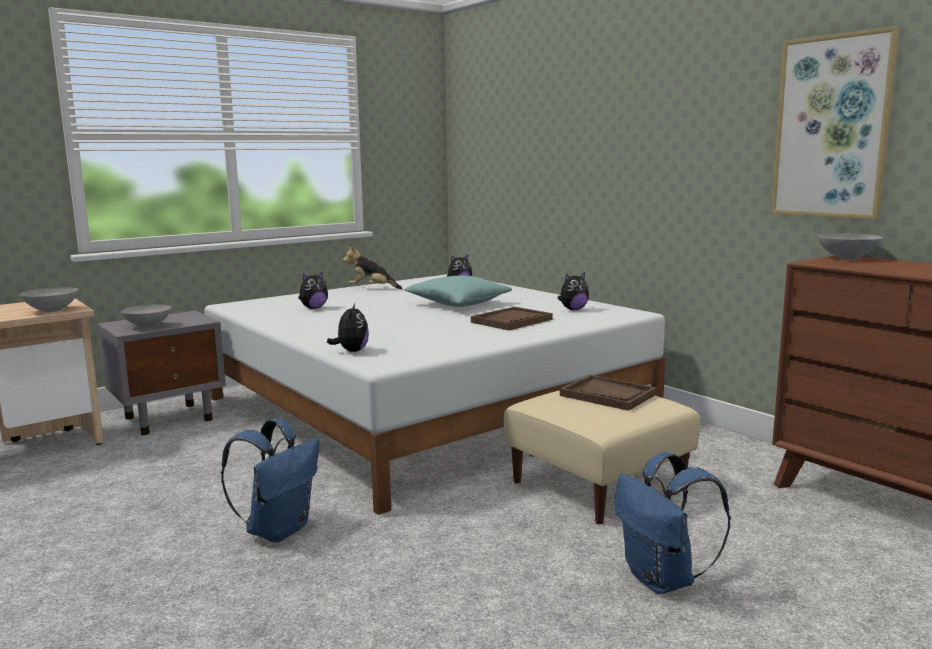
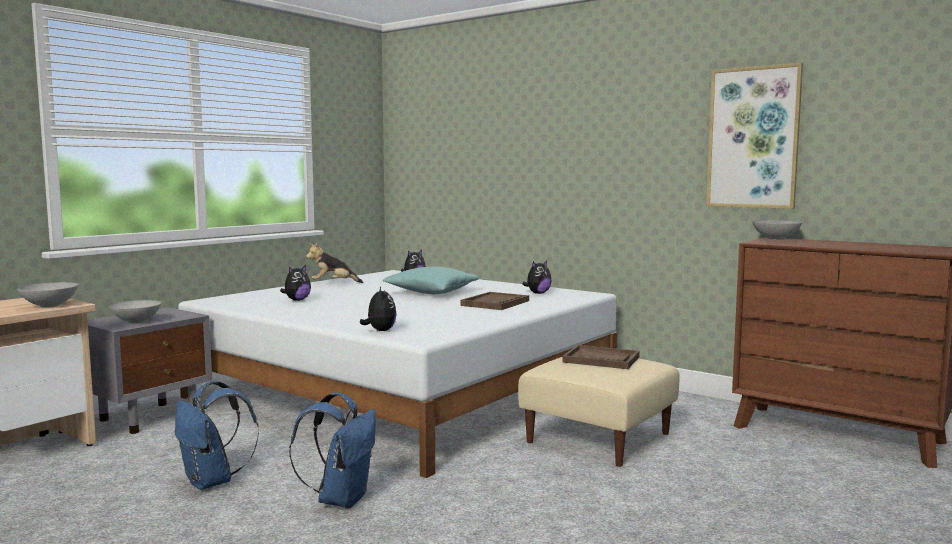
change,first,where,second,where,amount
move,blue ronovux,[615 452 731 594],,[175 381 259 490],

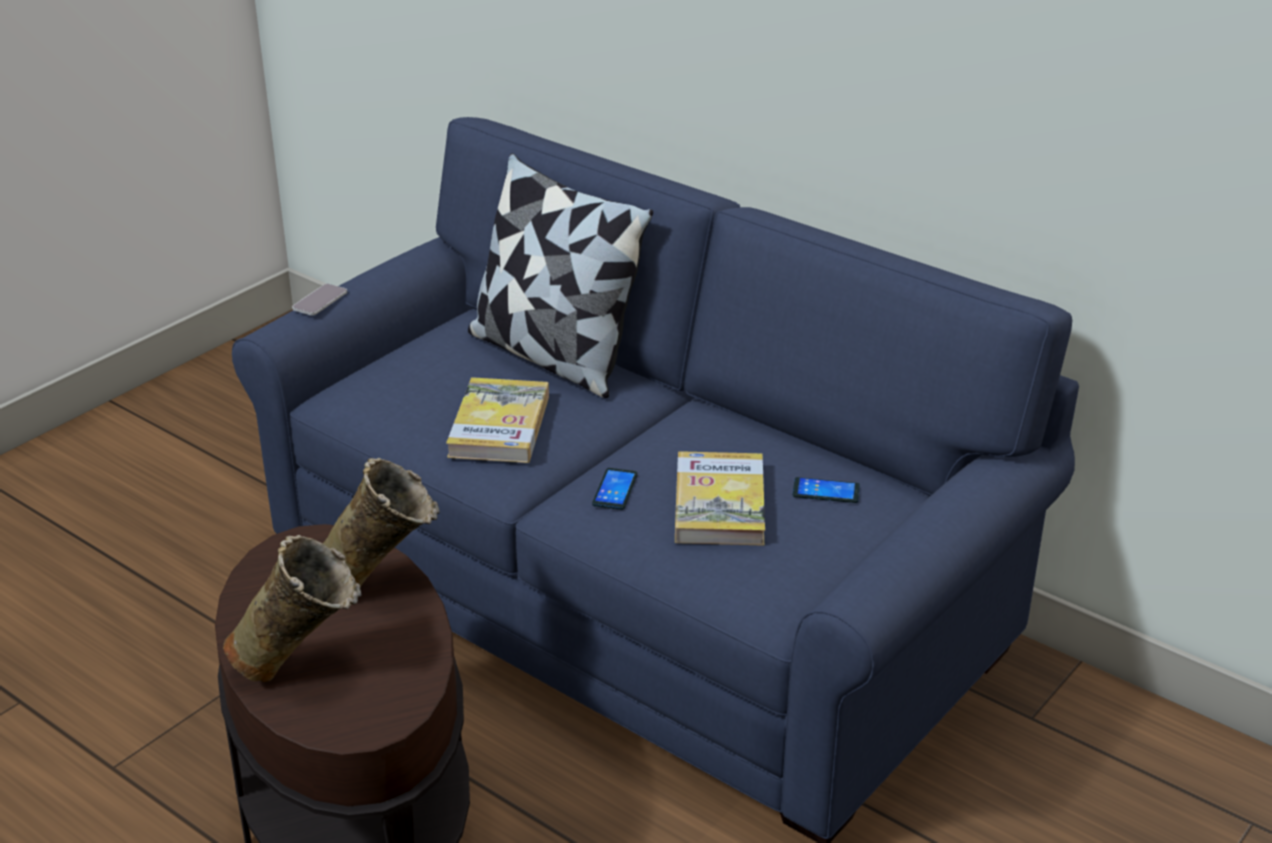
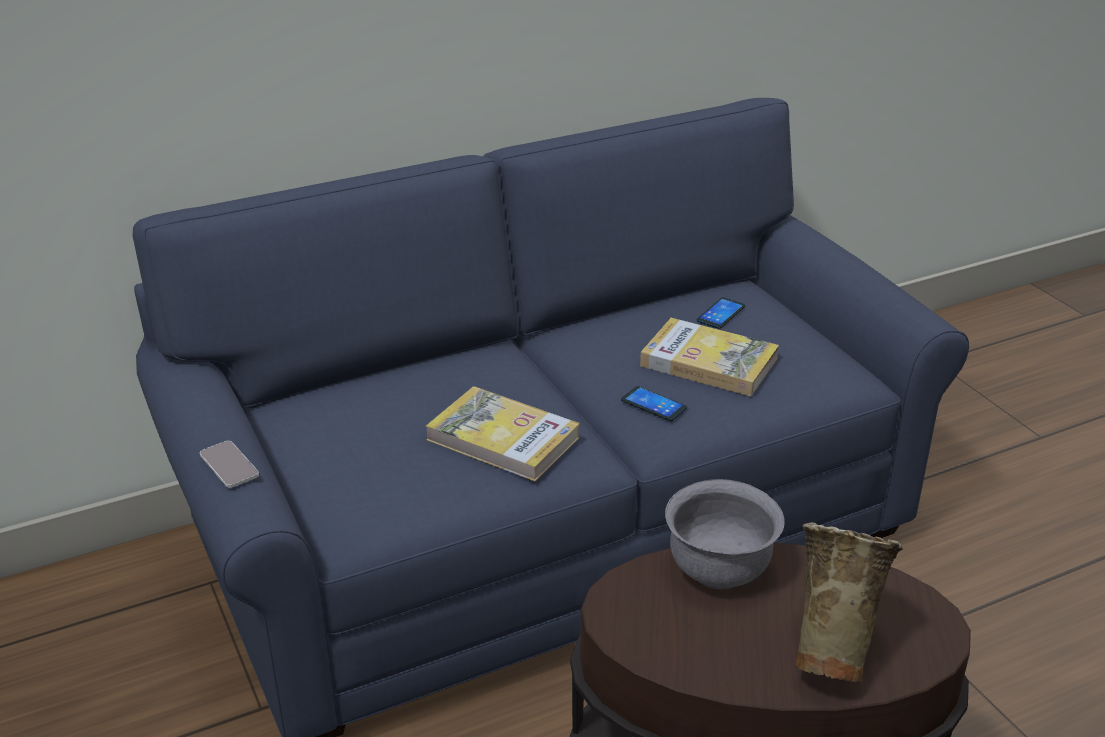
change,first,where,second,where,amount
delete,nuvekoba,[468 153 653 398],,,
replace,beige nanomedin,[323 458 440 587],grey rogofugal,[665 479 785 589],

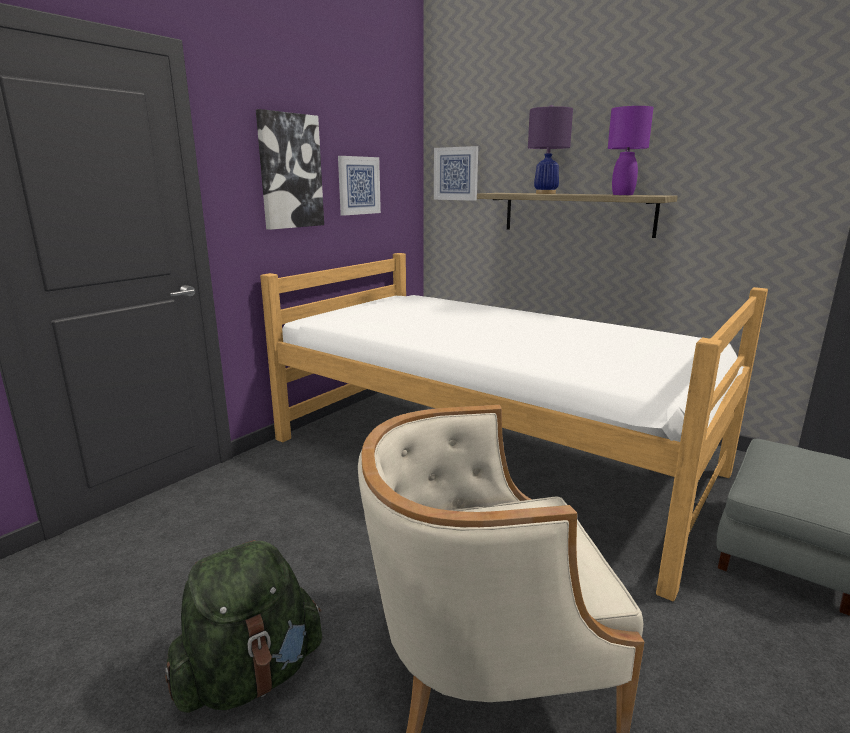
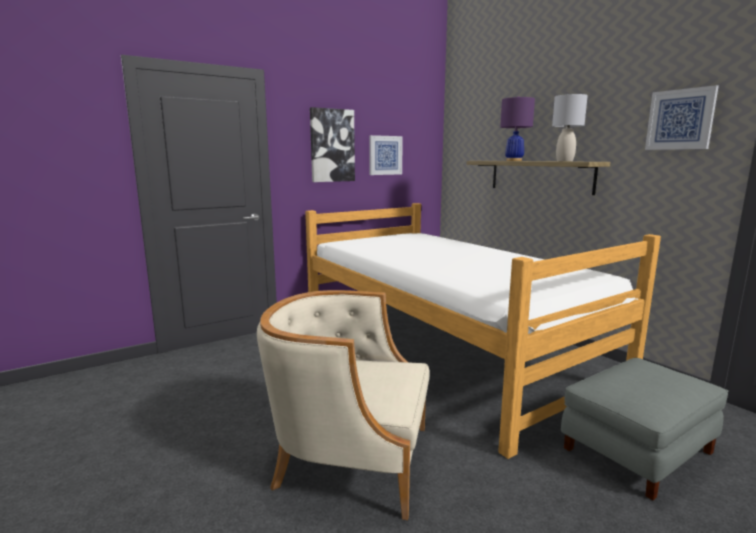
change,first,where,second,where,amount
delete,green ronovux,[165 540 322 713],,,
move,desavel,[434 146 478 201],,[645 85 719 150],
recolor,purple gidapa,[608 106 654 195],grey gidapa,[552 94 588 161],

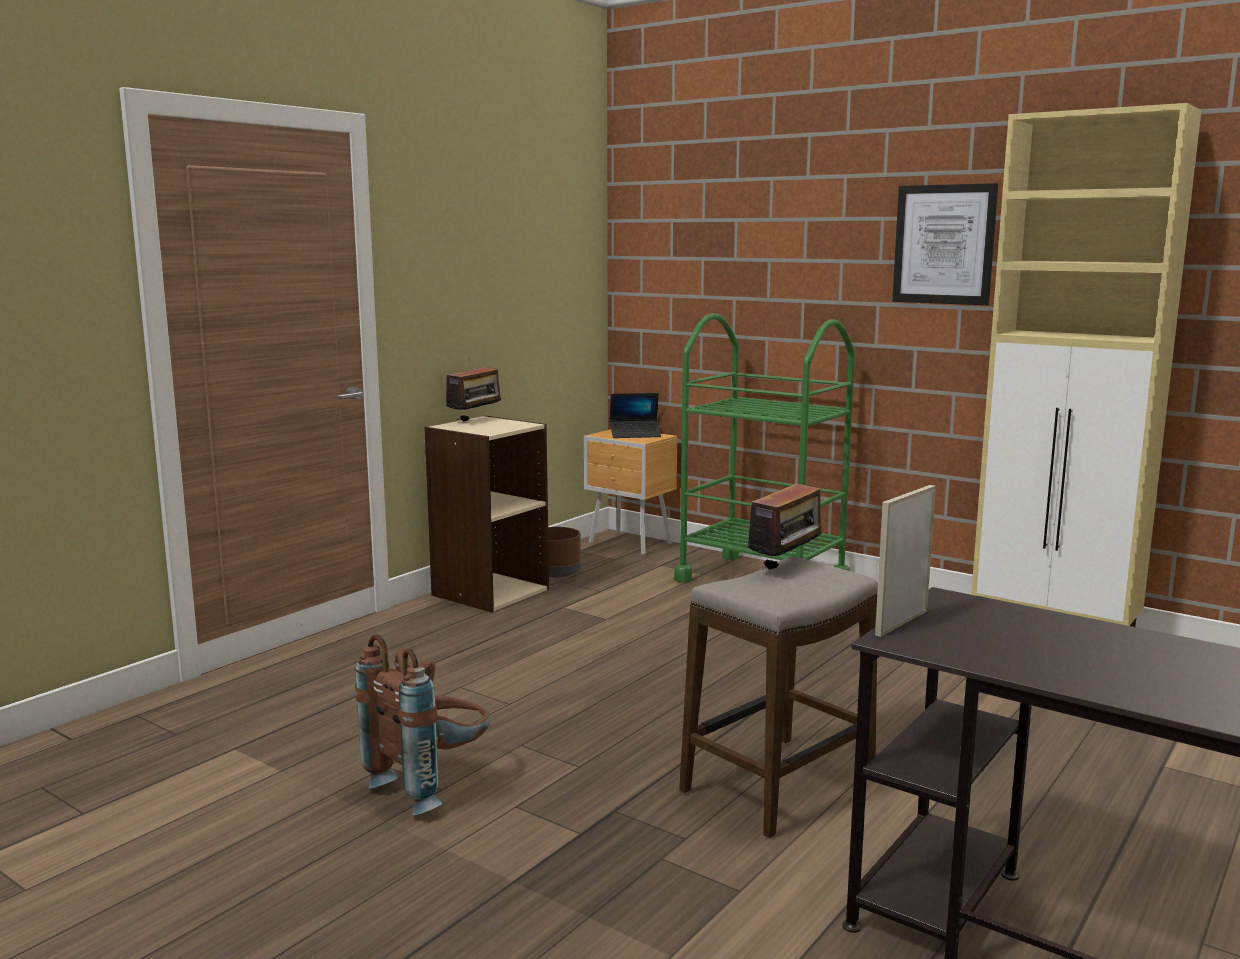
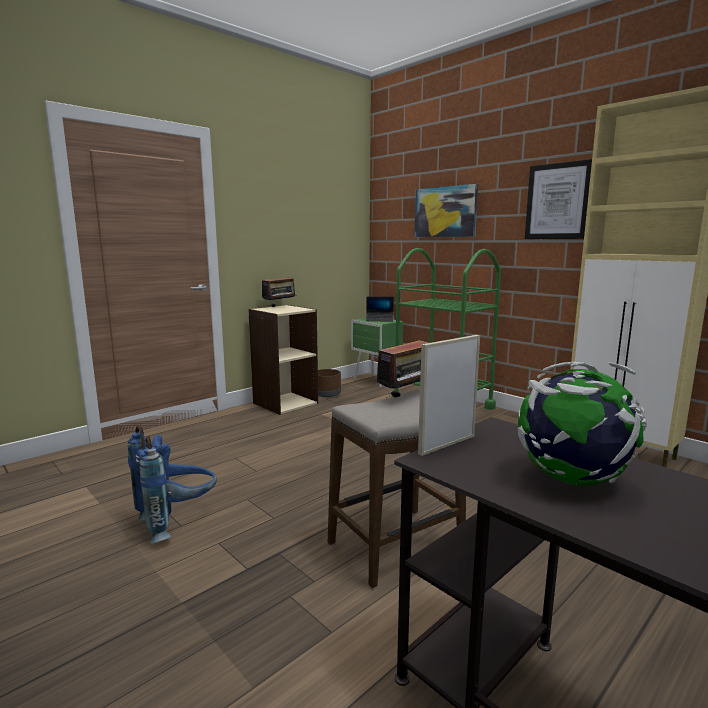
change,first,where,second,where,amount
insert,,,desavel,[414 184 478 237],
insert,,,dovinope,[517 362 647 486],
recolor,brown ronovux,[355 635 490 816],blue ronovux,[128 425 217 544],
recolor,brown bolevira,[584 429 677 555],green bolevira,[351 318 403 387],

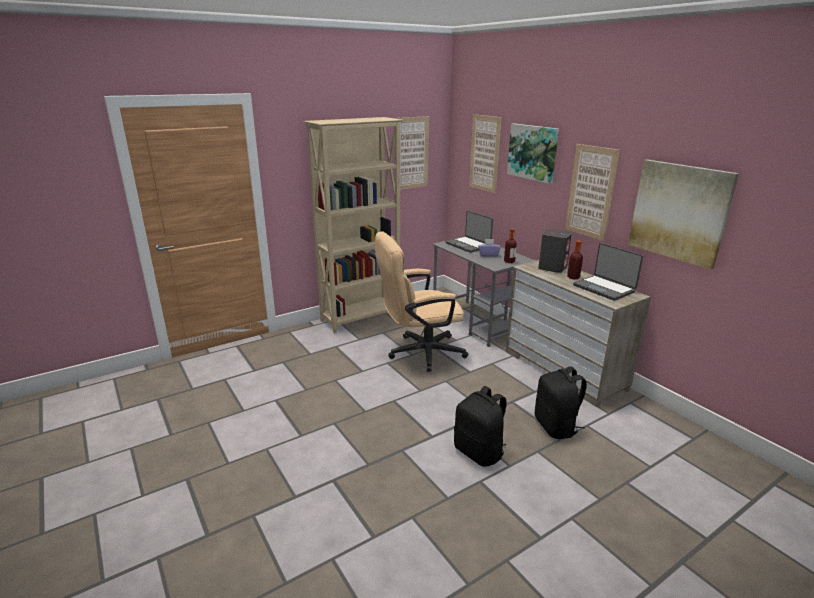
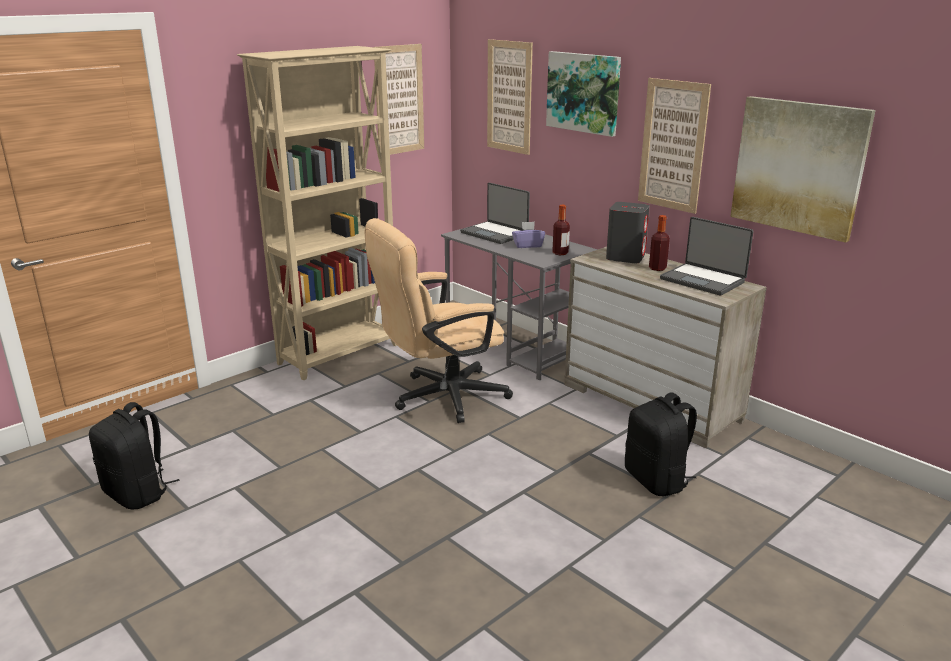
change,first,where,second,where,amount
move,black ronovux,[454 386 507 467],,[89 402 179 509],

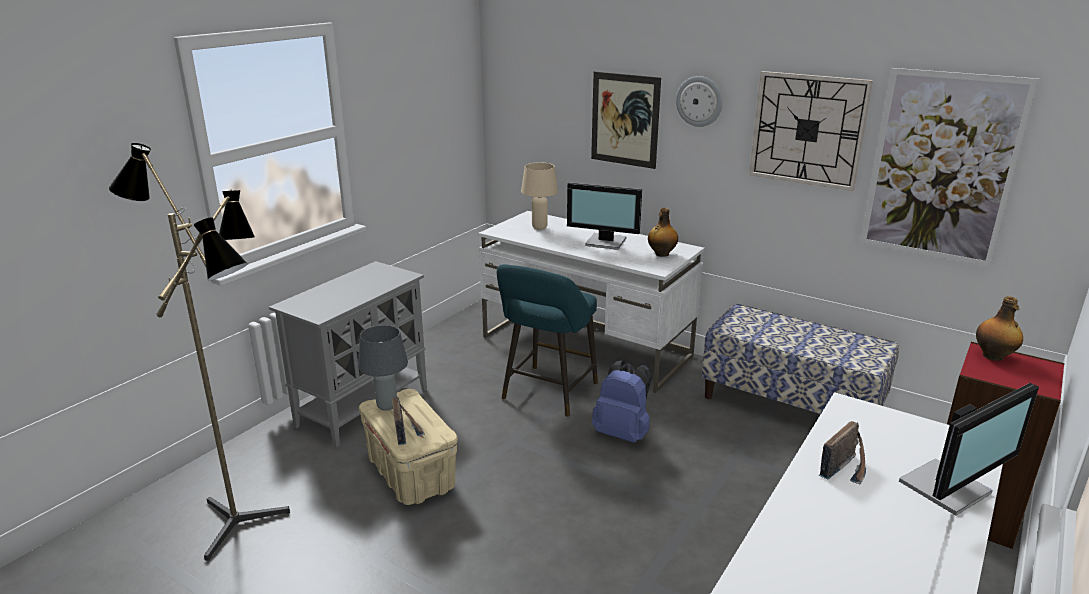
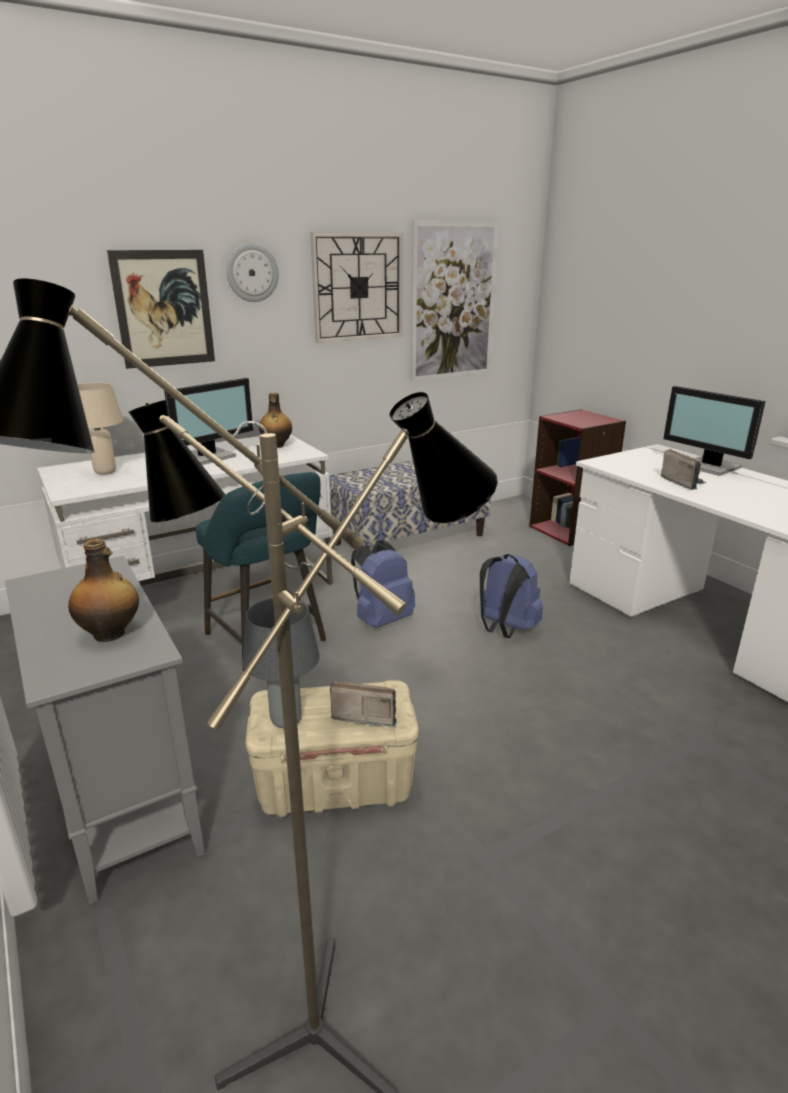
change,first,where,second,where,amount
insert,,,blue ronovux,[480 554 543 638],
move,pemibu,[976 296 1023 361],,[68 539 139 642],
rotate,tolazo,[899 383 1039 515],,[663 386 766 476],150 degrees clockwise

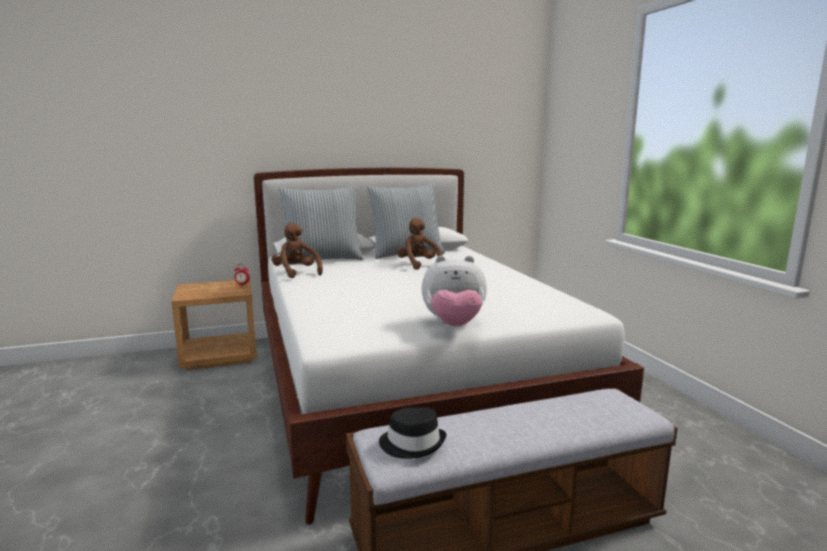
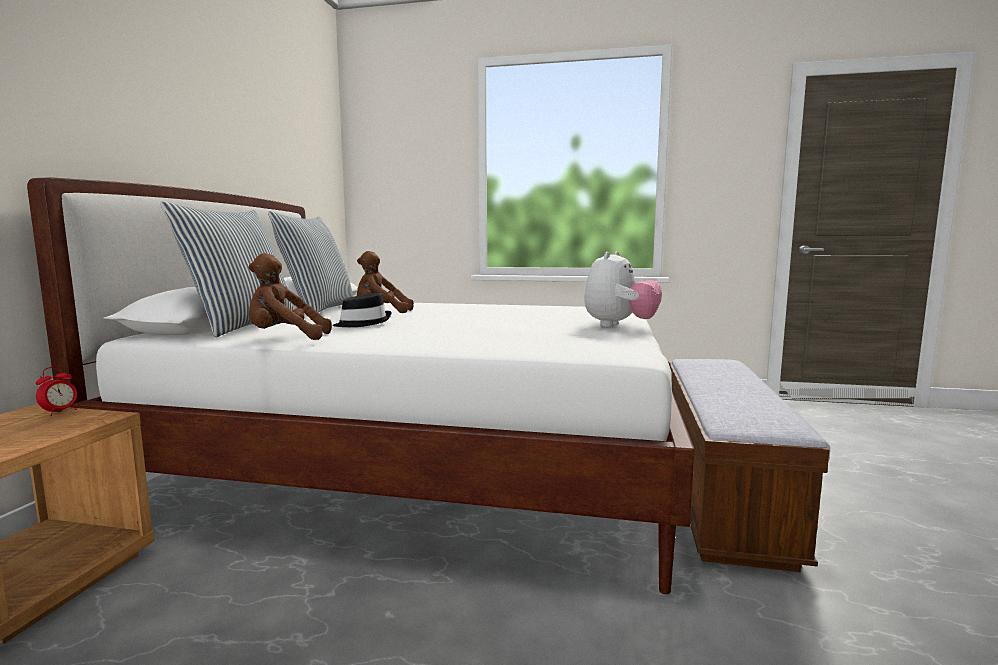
change,first,where,second,where,amount
move,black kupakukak,[379 407 446 459],,[333 293 392 327],

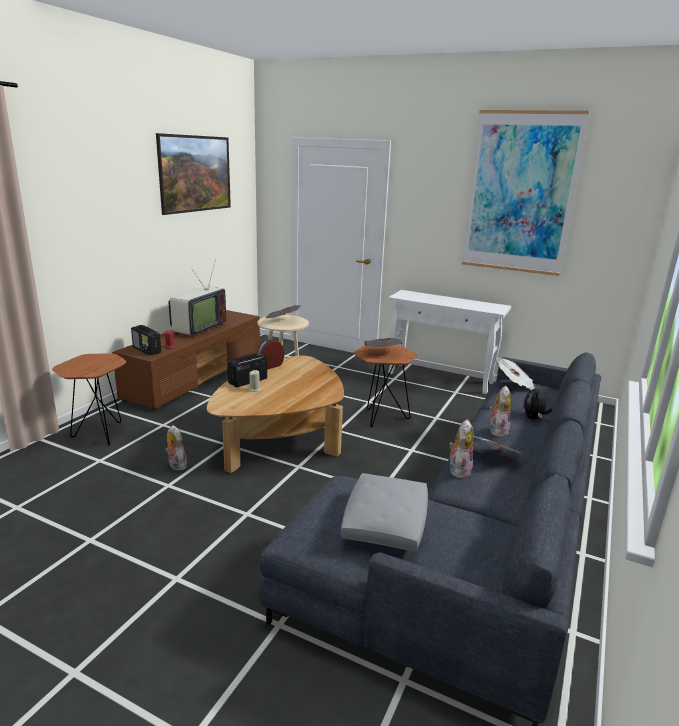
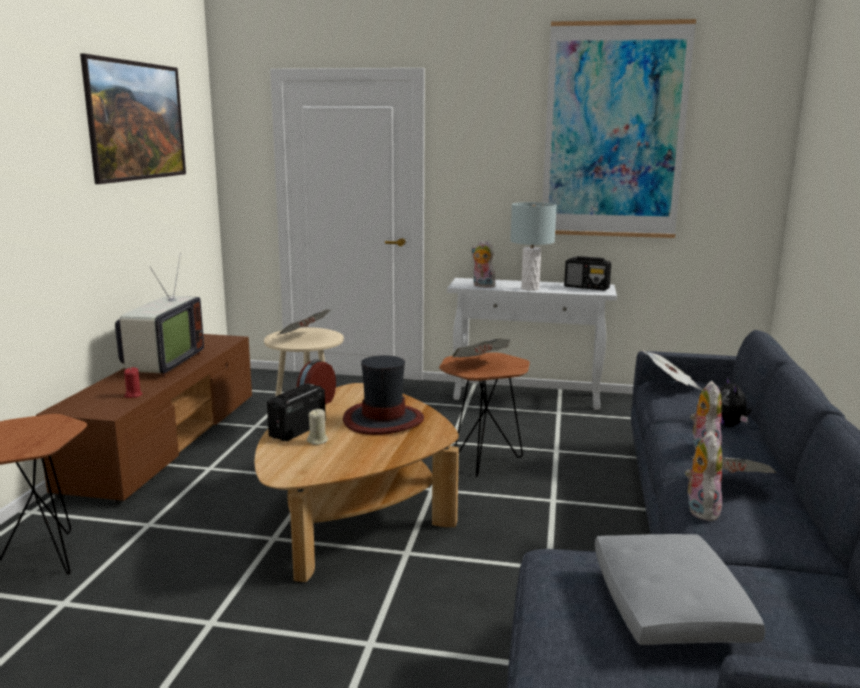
change,first,where,second,where,amount
insert,,,kupakukak,[343 355 424 435],
insert,,,grey gidapa,[510 202 557 291],
move,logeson,[131 325 161 355],,[564 256 611 290],
move,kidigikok,[165 425 187 471],,[471 240 495 288],

